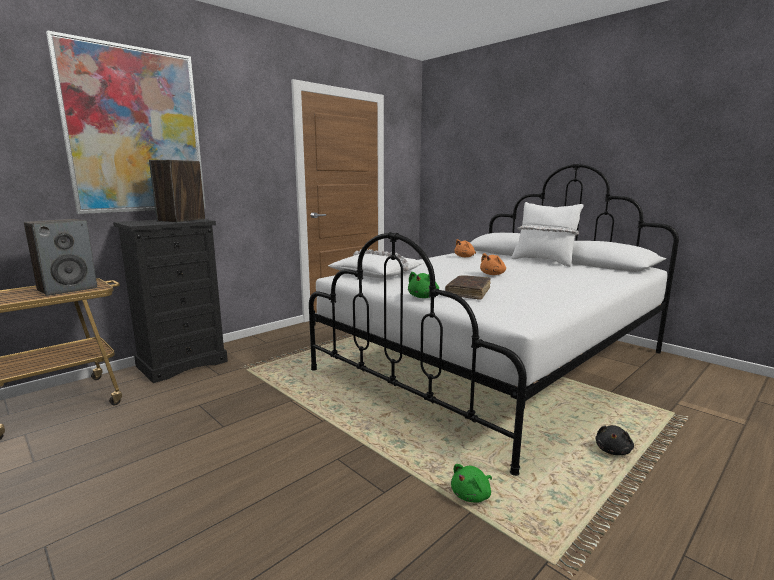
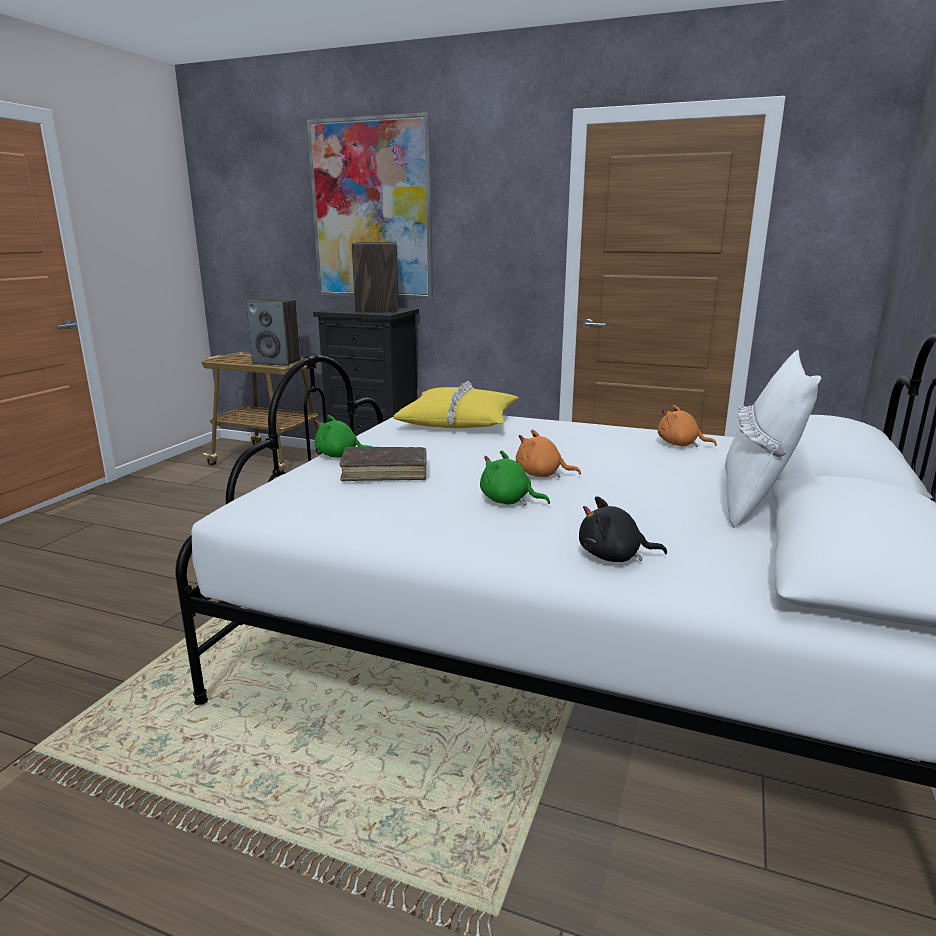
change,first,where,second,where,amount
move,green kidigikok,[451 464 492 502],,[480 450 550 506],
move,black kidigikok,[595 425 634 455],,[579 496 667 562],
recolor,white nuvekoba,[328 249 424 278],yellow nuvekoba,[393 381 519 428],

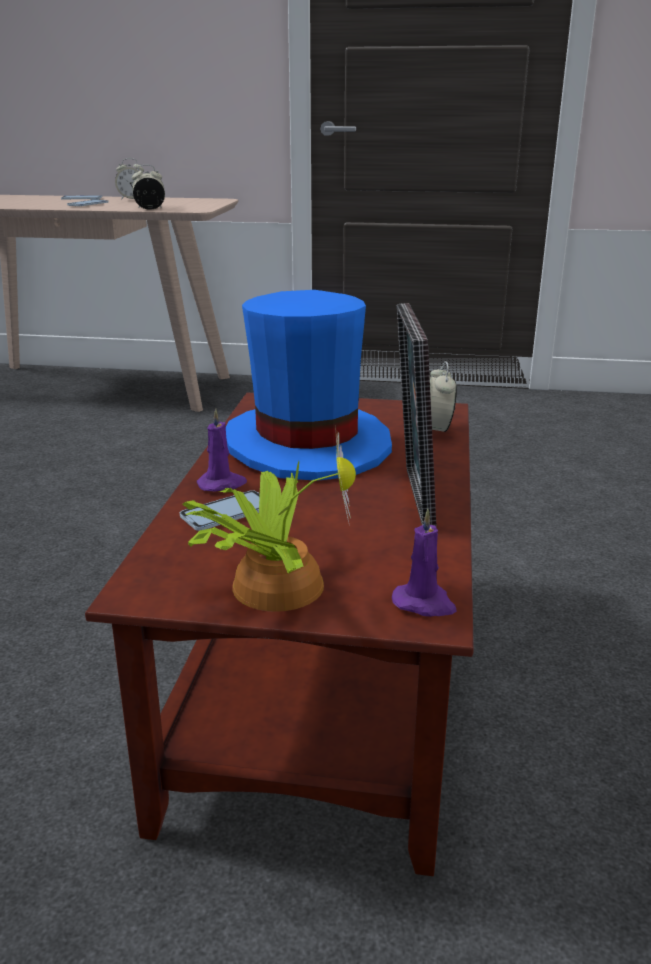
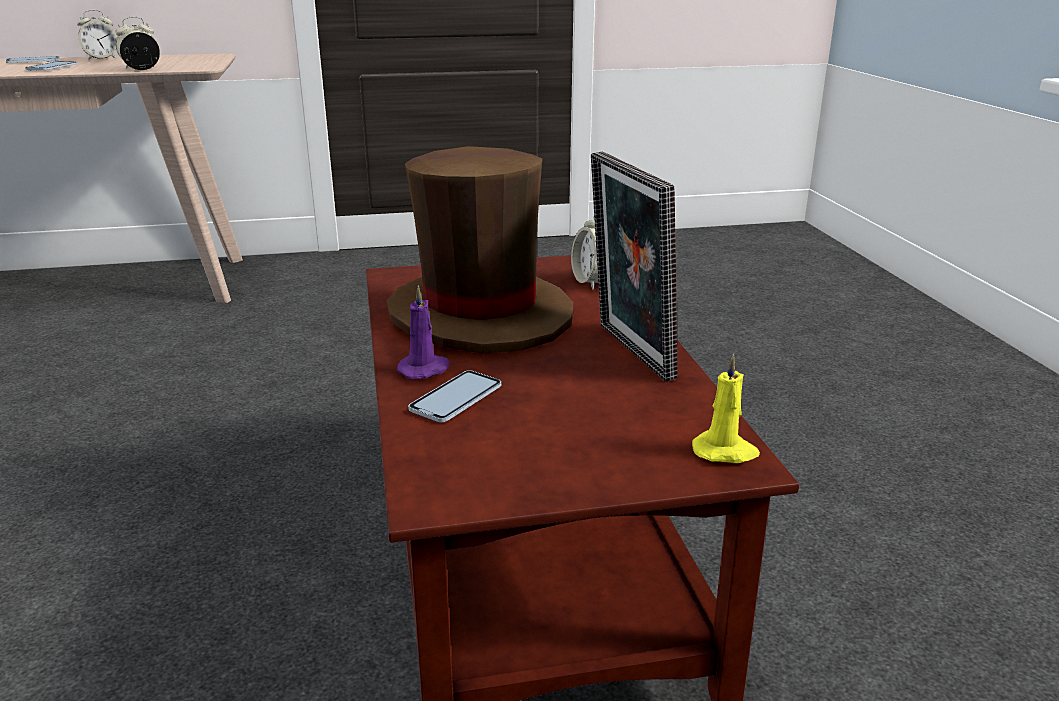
change,first,where,second,where,amount
delete,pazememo,[182 424 356 612],,,
recolor,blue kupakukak,[226 290 392 481],brown kupakukak,[387 146 574 354],
recolor,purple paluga,[392 509 456 617],yellow paluga,[692 354 760 463],

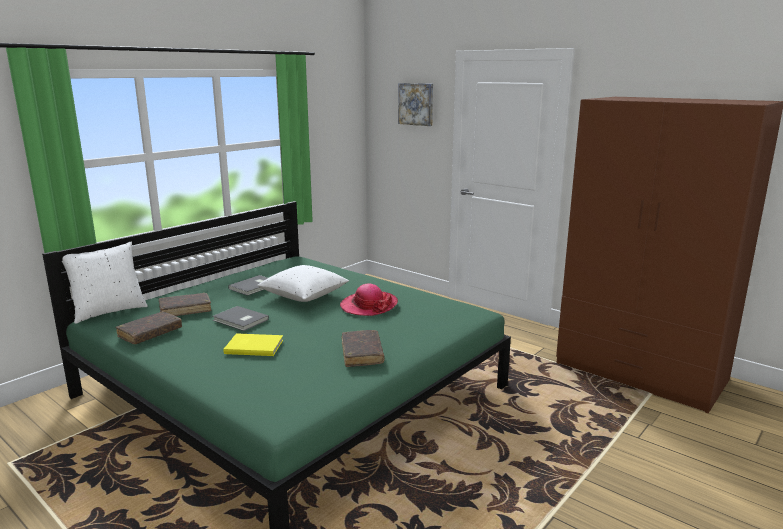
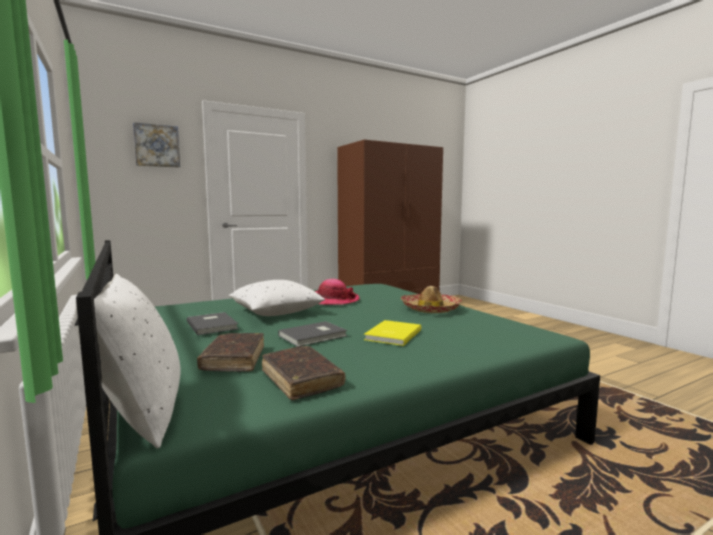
change,first,where,second,where,amount
replace,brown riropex,[342 330 385 367],kupakukak,[401 286 463 313],

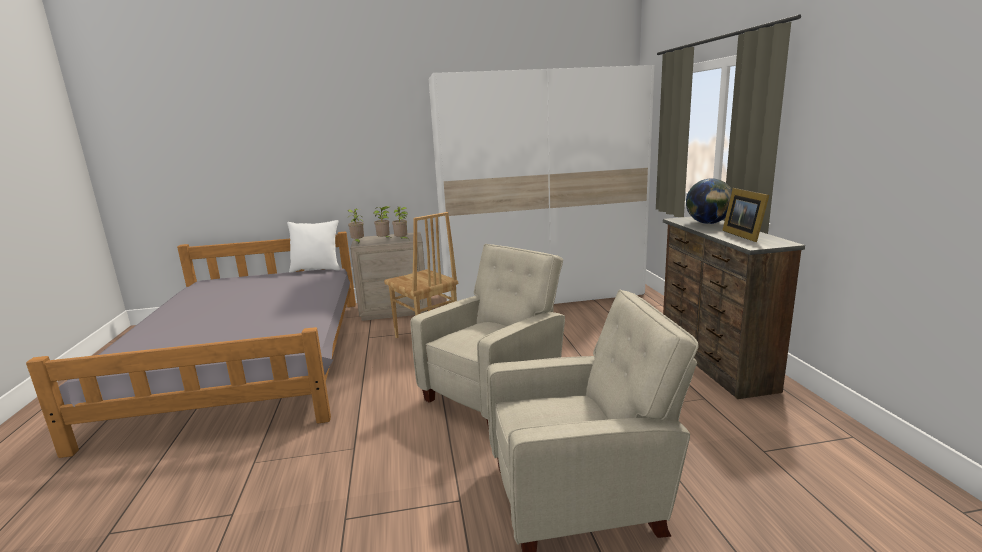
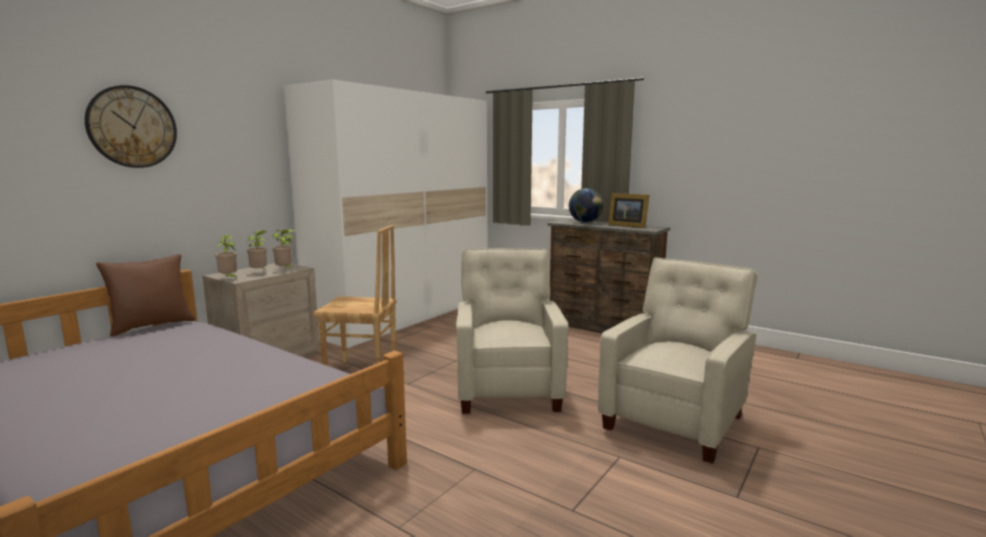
change,first,where,second,where,amount
insert,,,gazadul,[85 85 177 168],
recolor,white nuvekoba,[287 220 340 273],brown nuvekoba,[96 254 195 337],

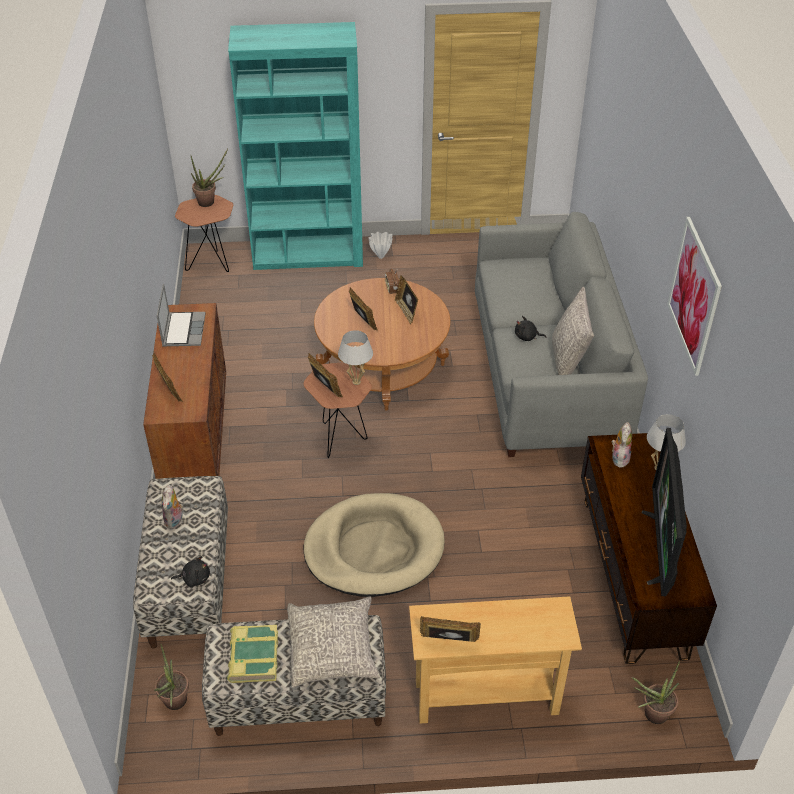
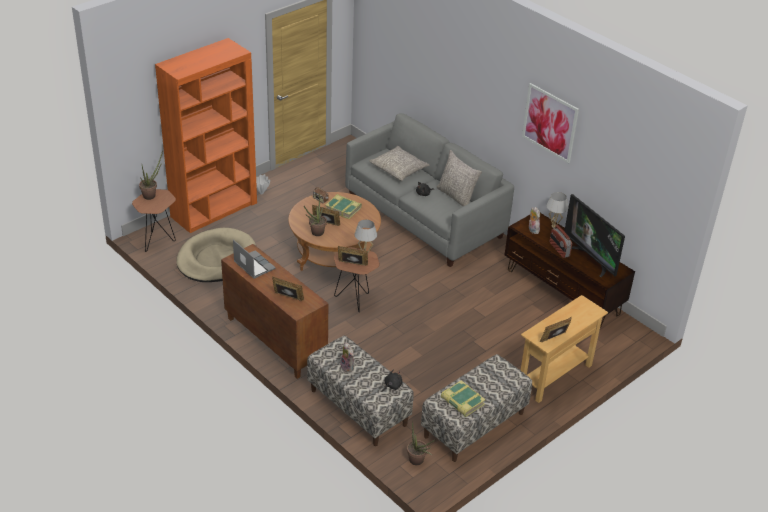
change,first,where,second,where,amount
insert,,,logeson,[549 225 572 258],
move,grey nuvekoba,[287 596 380 688],,[369 146 430 181],
move,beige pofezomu,[304 493 445 597],,[176 228 256 282],
move,pazememo,[632 661 680 724],,[304 194 327 236],
replace,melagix,[395 276 418 324],riropex,[325 194 362 219],
recolor,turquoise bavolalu,[228 22 363 270],orange bavolalu,[155 38 257 233],

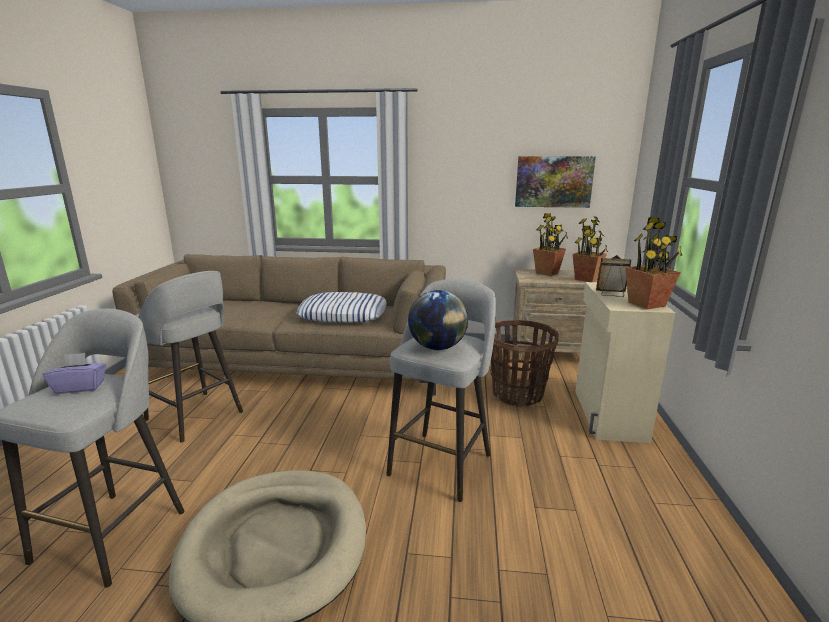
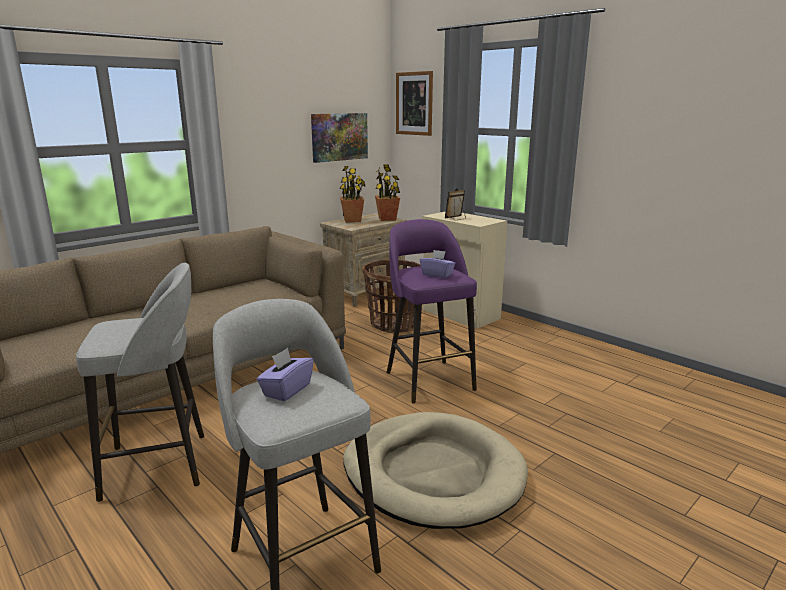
change,first,where,second,where,amount
delete,nuvekoba,[297 292 387 323],,,
delete,pazememo,[625 218 682 309],,,
insert,,,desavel,[396 71 433 136],
replace,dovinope,[408 290 468 350],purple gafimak,[420 250 455 278],
recolor,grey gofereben,[386 279 496 502],purple gofereben,[386 219 477 404],

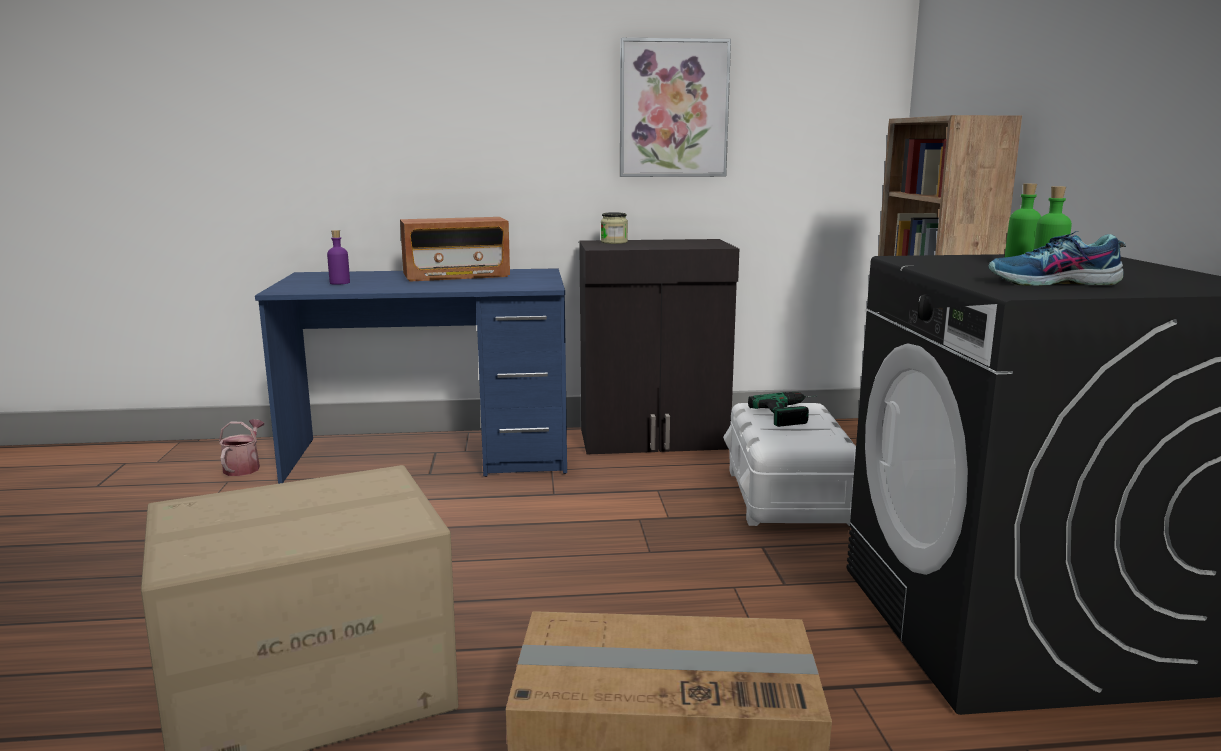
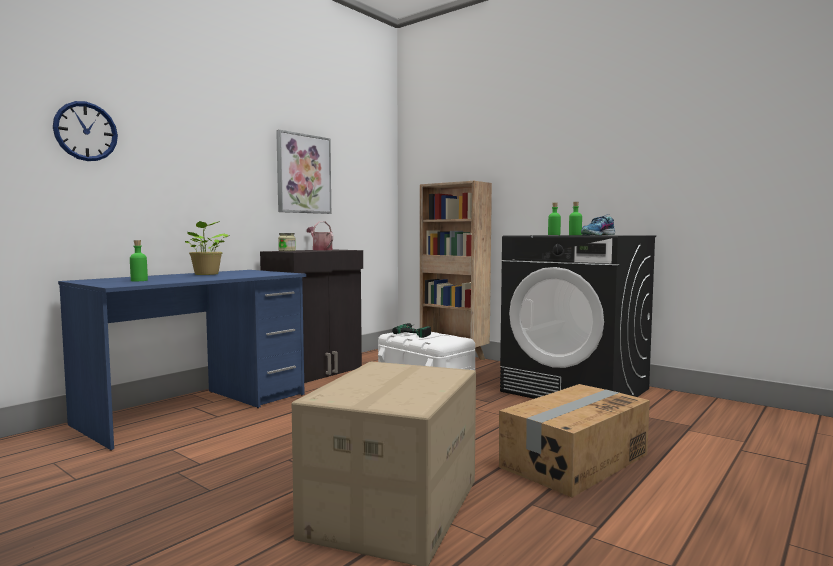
change,first,where,second,where,amount
insert,,,gazadul,[53 101 118 161],
move,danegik,[219 419 264 476],,[307 221 333 250],
replace,logeson,[400 217 510 282],pazememo,[185 221 230 275],
recolor,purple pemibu,[327 230 350 285],green pemibu,[130 240 148 281],

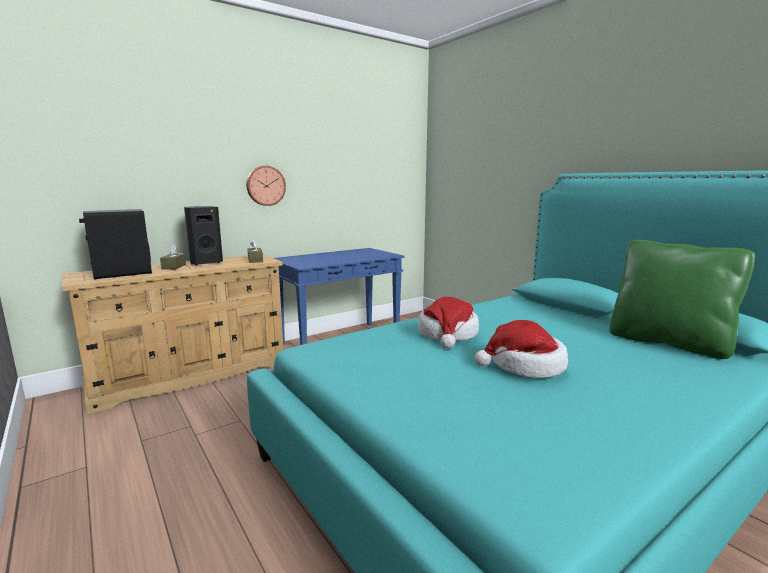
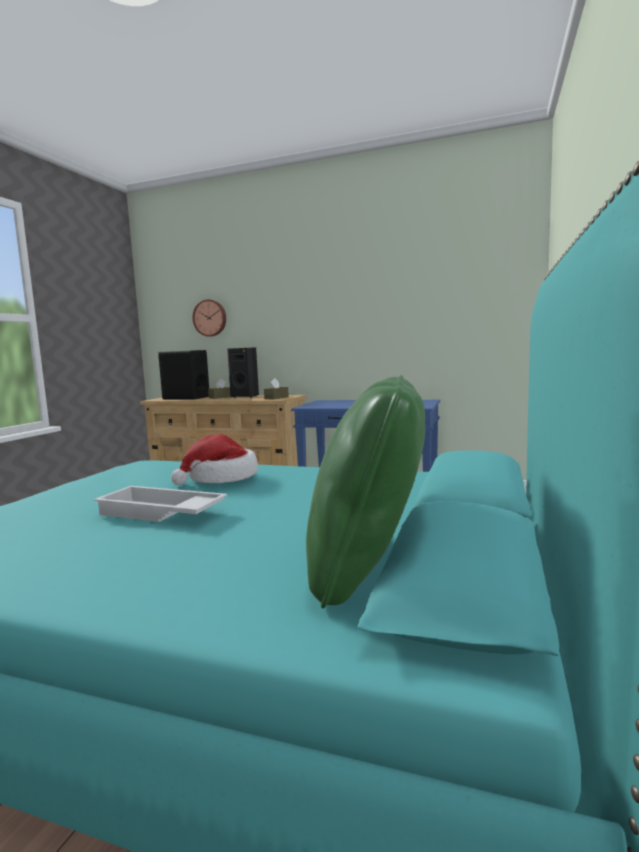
change,first,where,second,where,amount
move,gazadul,[246 166 286 206],,[192 299 226 337],
replace,kupakukak,[475 320 568 378],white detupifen,[94 486 227 522],

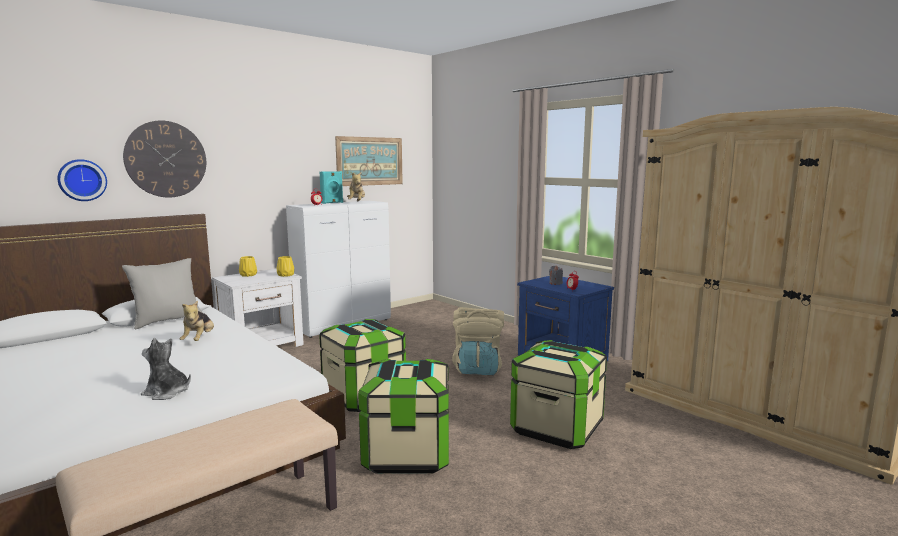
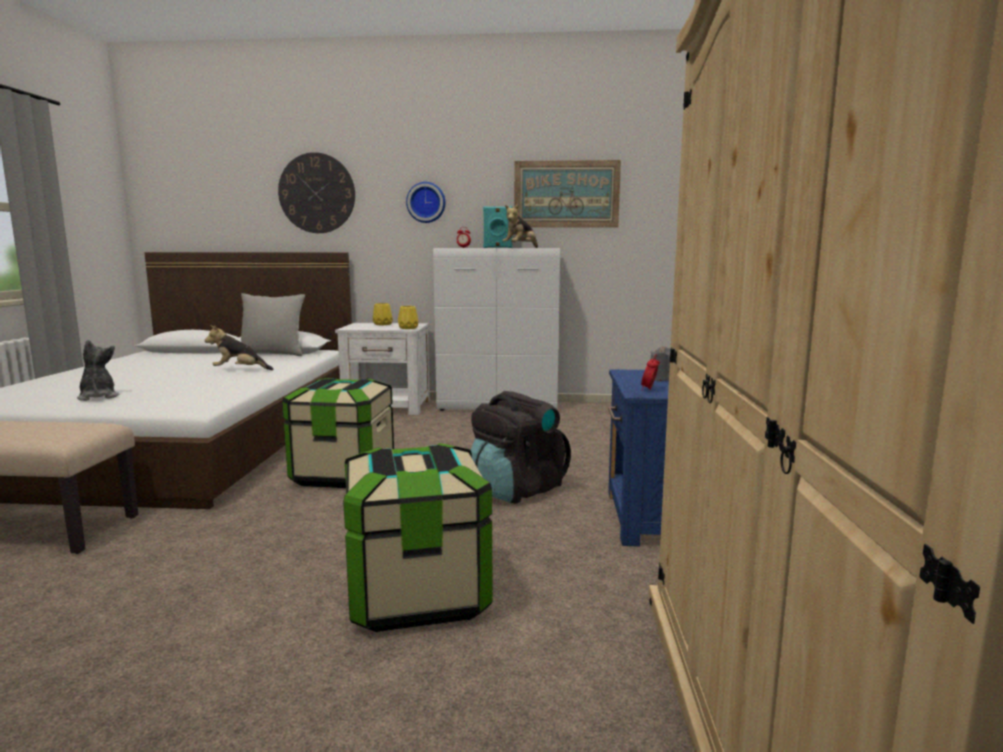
change,first,where,second,where,amount
delete,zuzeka,[358 359 449 474],,,
move,gazadul,[57 159 107 201],,[406 182 445 223],
recolor,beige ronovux,[452 307 504 375],black ronovux,[471 391 571 504],
rotate,kidigikok,[179 301 214 341],,[205 325 274 370],45 degrees clockwise

